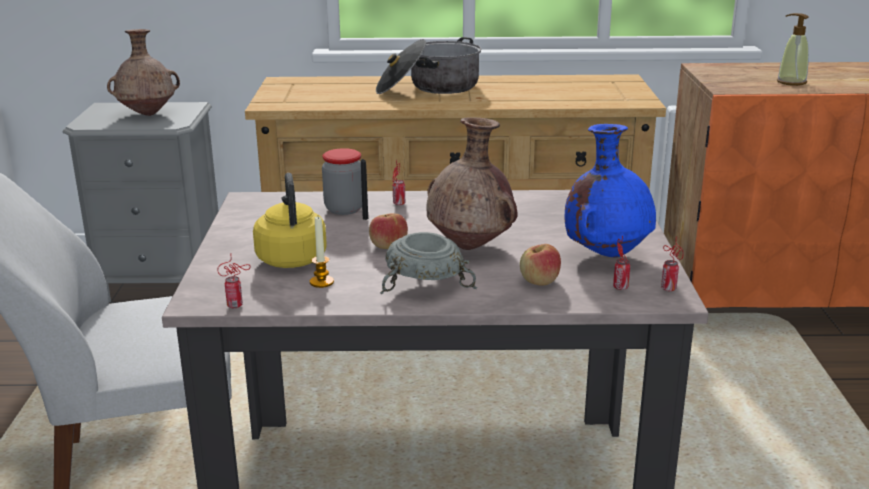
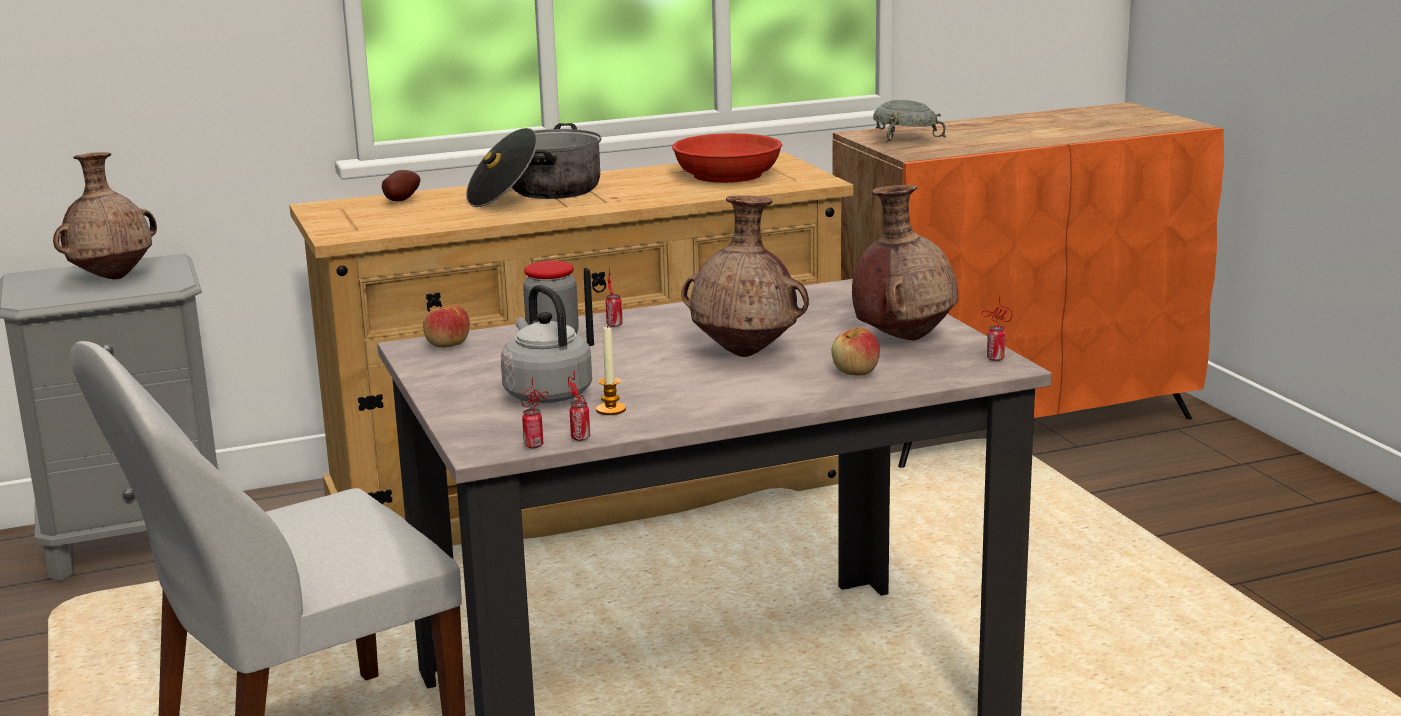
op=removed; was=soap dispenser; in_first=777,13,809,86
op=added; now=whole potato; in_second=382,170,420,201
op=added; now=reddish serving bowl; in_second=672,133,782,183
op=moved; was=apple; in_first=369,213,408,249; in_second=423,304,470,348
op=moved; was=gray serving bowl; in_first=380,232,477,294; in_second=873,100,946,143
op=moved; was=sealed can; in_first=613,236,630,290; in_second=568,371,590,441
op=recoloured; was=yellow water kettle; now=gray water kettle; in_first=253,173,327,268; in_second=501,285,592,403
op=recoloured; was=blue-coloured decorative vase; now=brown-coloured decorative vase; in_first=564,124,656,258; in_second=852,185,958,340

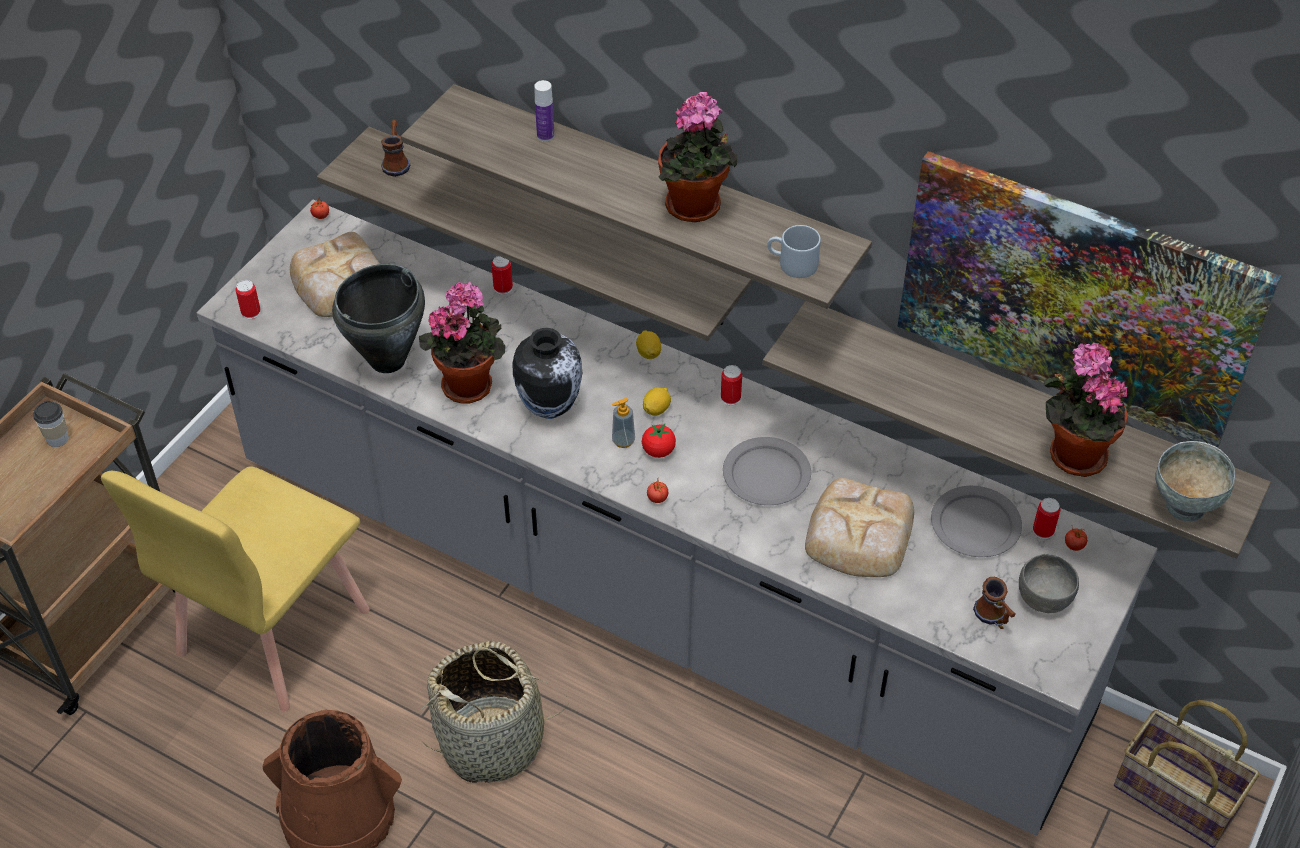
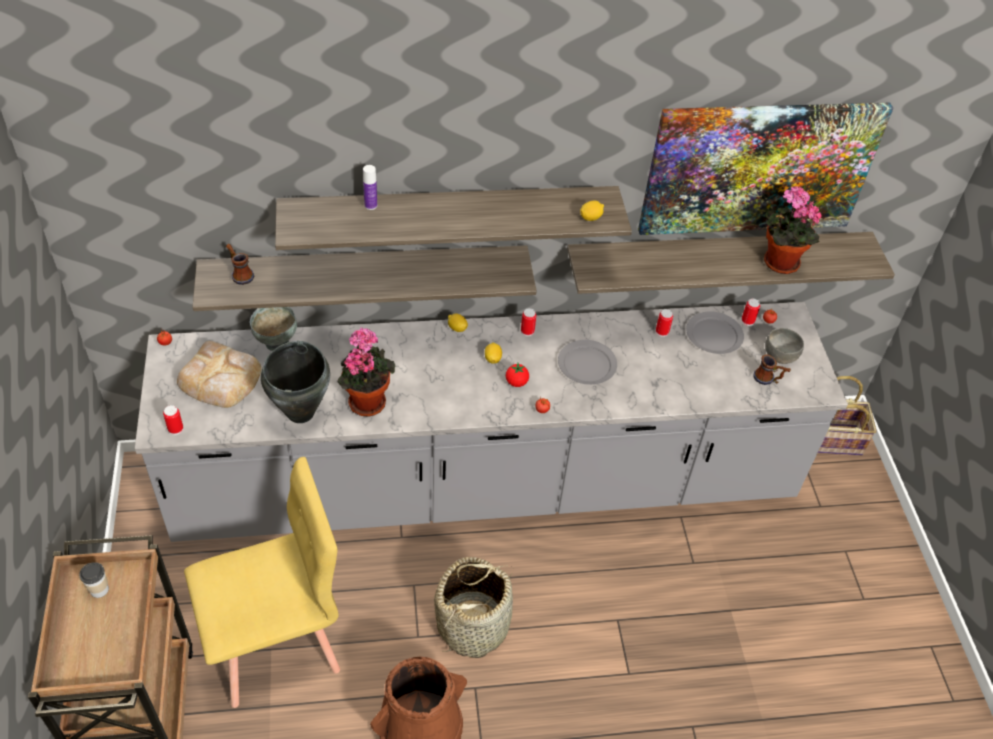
op=removed; was=decorative vase; in_first=512,328,582,419
op=removed; was=soap dispenser; in_first=612,398,635,448
op=removed; was=plant in a pot; in_first=658,91,737,223
op=removed; was=bakery bread; in_first=805,478,914,577
op=moved; was=sealed can; in_first=491,256,513,295; in_second=656,309,673,337
op=moved; was=gray serving bowl; in_first=1155,441,1235,522; in_second=250,307,297,351
op=replaced; was=gray mug; now=citrus fruit; in_first=767,225,821,278; in_second=580,200,604,221
op=turned; was=yellow upright chair; in_first=101,466,370,711; in_second=184,457,340,708; clockwise=-105

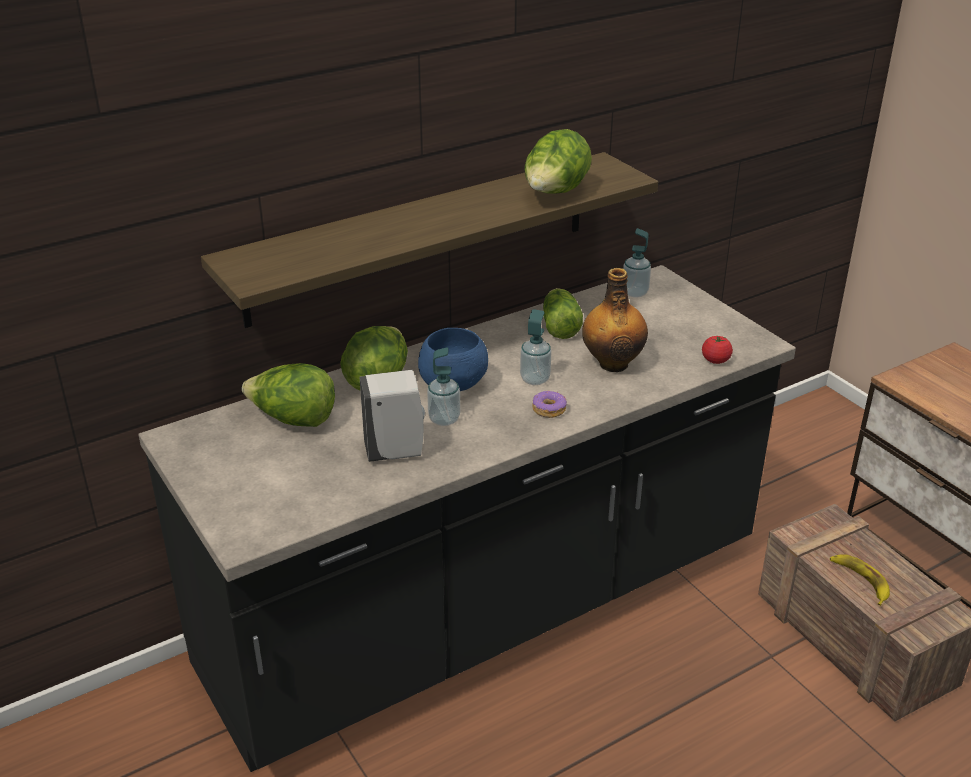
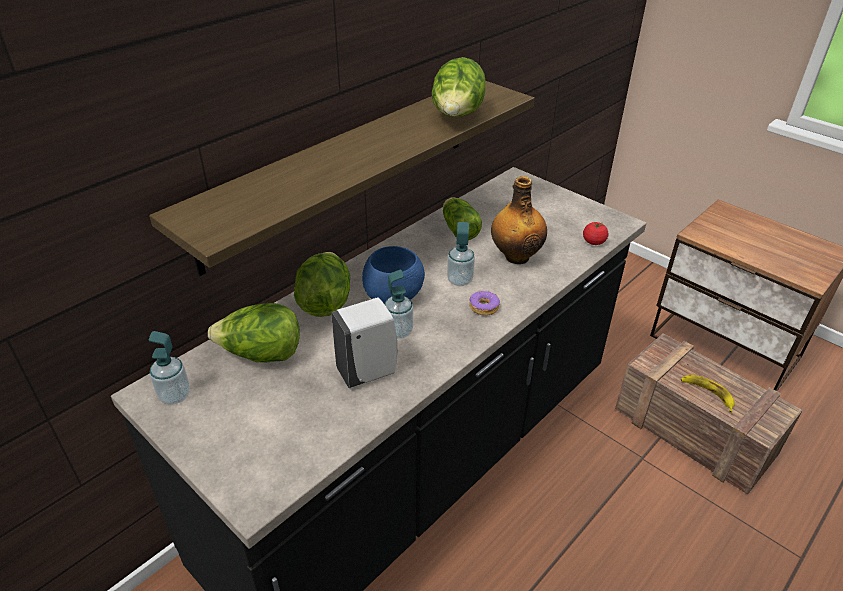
op=moved; was=soap dispenser; in_first=623,228,651,297; in_second=149,331,190,405

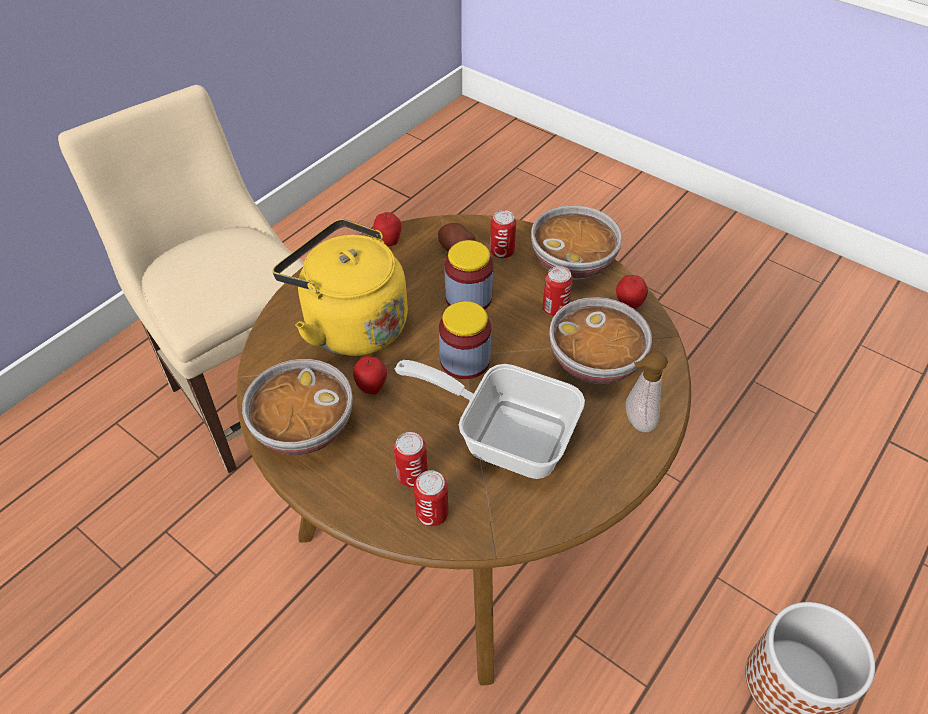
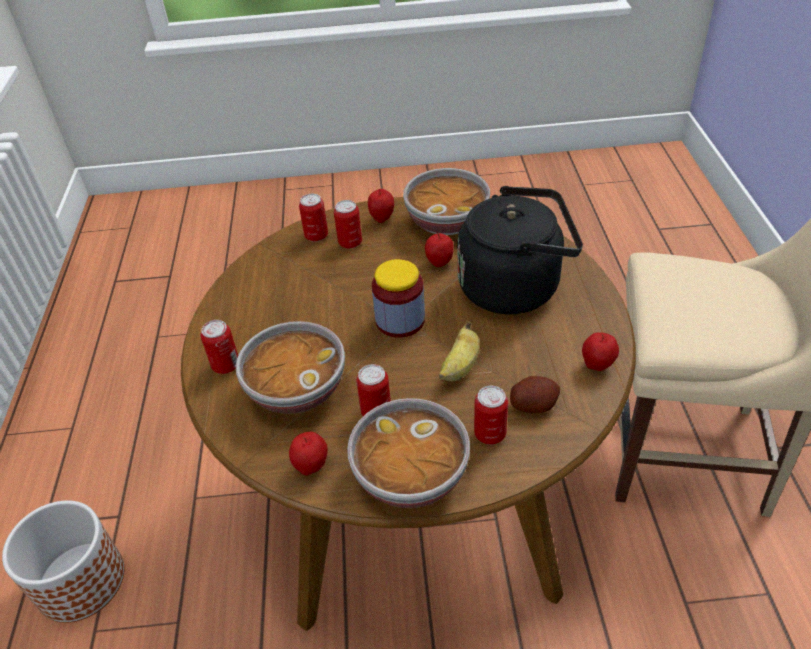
op=removed; was=skillet; in_first=395,360,585,479
op=added; now=apple; in_second=368,189,394,223
op=replaced; was=preserve jar; now=banana; in_first=445,240,493,309; in_second=439,321,480,381
op=replaced; was=soap dispenser; now=sealed can; in_first=626,351,668,432; in_second=201,320,238,374
op=recoloured; was=yellow water kettle; now=blackish water kettle; in_first=273,219,408,356; in_second=457,186,583,314

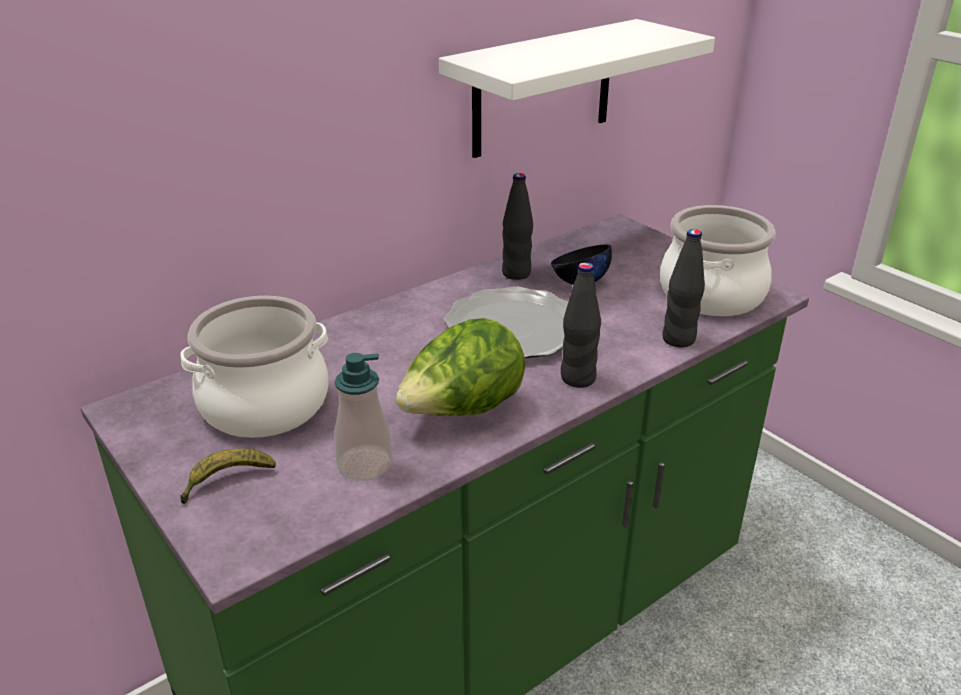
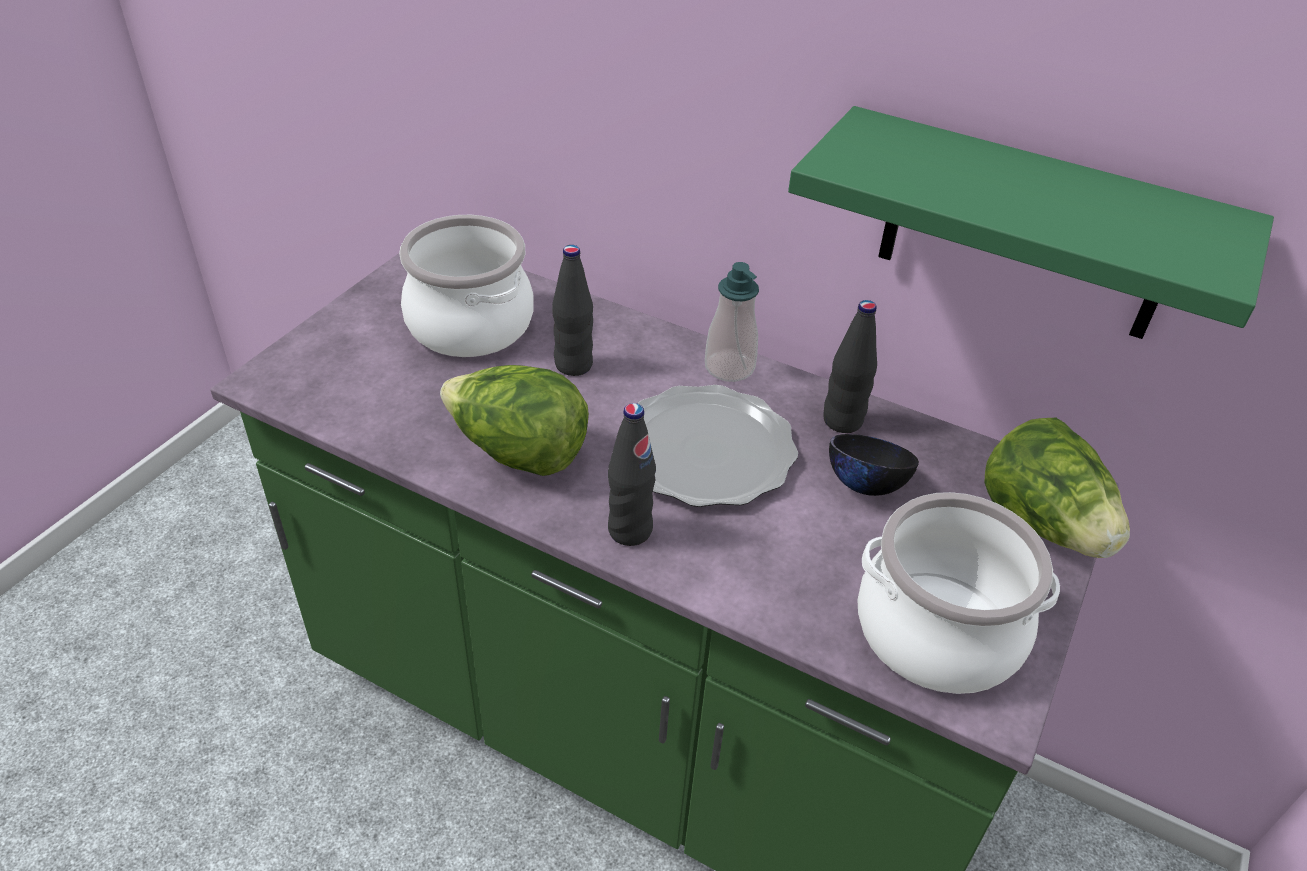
op=removed; was=banana; in_first=180,449,276,504
op=added; now=lettuce; in_second=984,418,1130,558
op=moved; was=soap dispenser; in_first=334,353,392,481; in_second=705,262,759,382
op=moved; was=blackish bottle; in_first=662,229,705,348; in_second=552,245,593,376
op=recoloured; was=whitish wall shelf; now=green-coloured wall shelf; in_first=439,19,715,158; in_second=788,106,1274,339

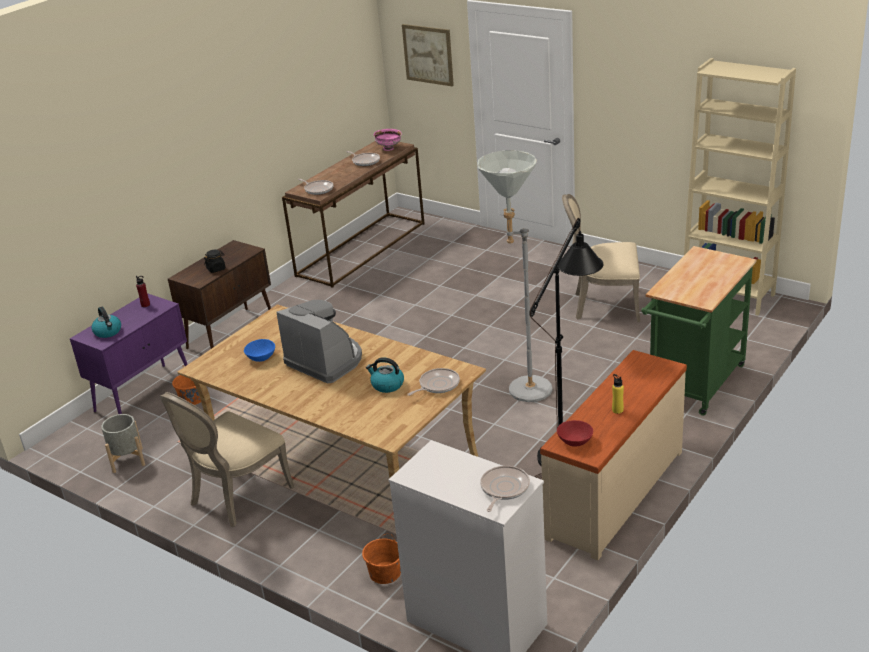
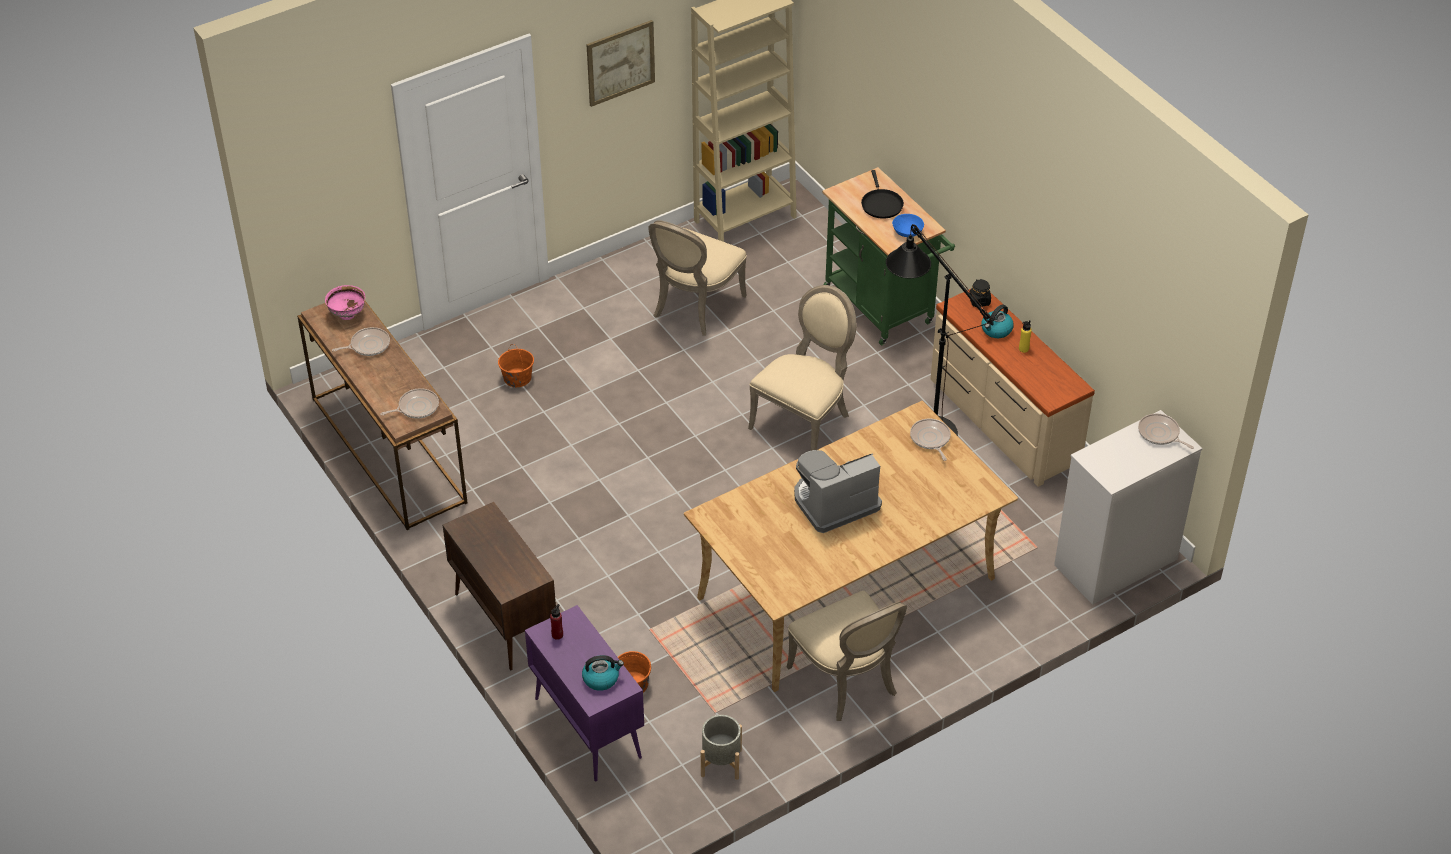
op=removed; was=reddish serving bowl; in_first=557,420,593,446
op=added; now=blackish skillet; in_second=861,170,904,219
op=moved; was=blackish preserve jar; in_first=204,250,226,273; in_second=969,279,991,307
op=moved; was=blue-coloured serving bowl; in_first=244,339,275,362; in_second=892,214,924,237
op=moved; was=orangey water bucket; in_first=362,534,401,584; in_second=498,344,534,387
op=moved; was=water kettle; in_first=366,357,404,393; in_second=982,304,1014,338
op=moved; was=picture; in_first=402,24,454,87; in_second=586,20,655,107
op=replaced; was=gray standing lamp; now=sand-coloured upright chair; in_first=477,150,553,402; in_second=748,285,856,451

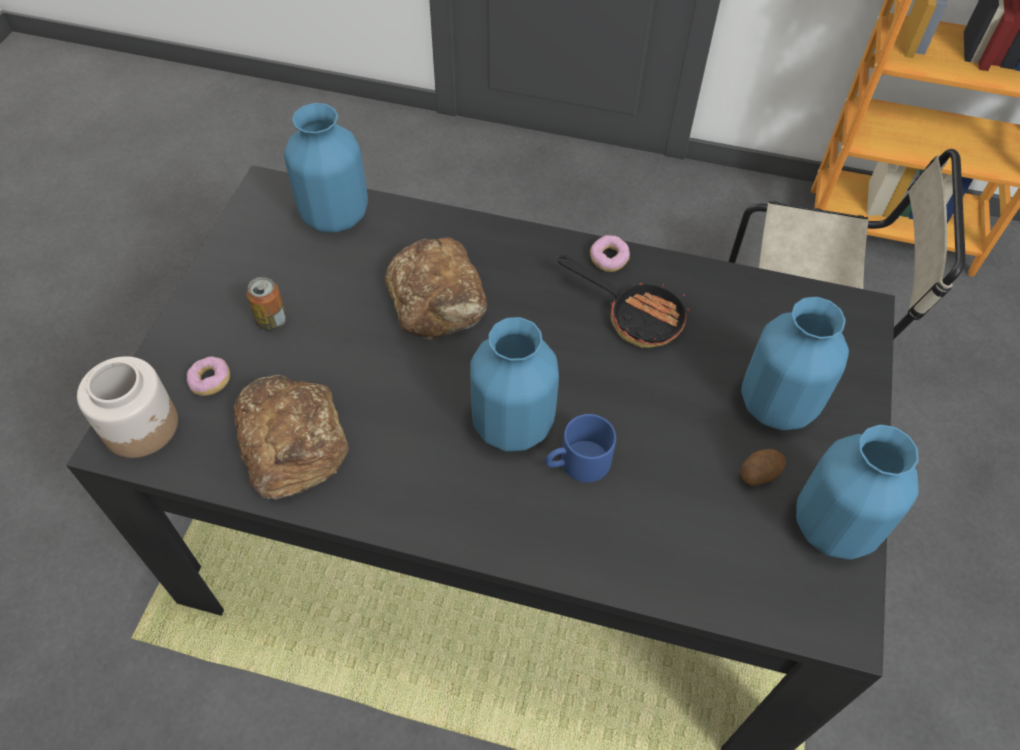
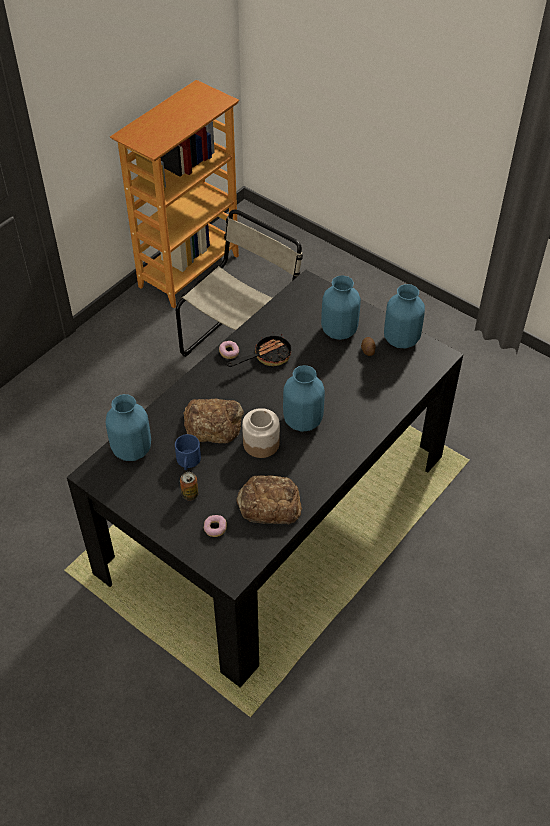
op=moved; was=preserve jar; in_first=77,356,178,458; in_second=242,408,280,458
op=moved; was=blue-coloured mug; in_first=545,414,616,483; in_second=175,434,201,470

